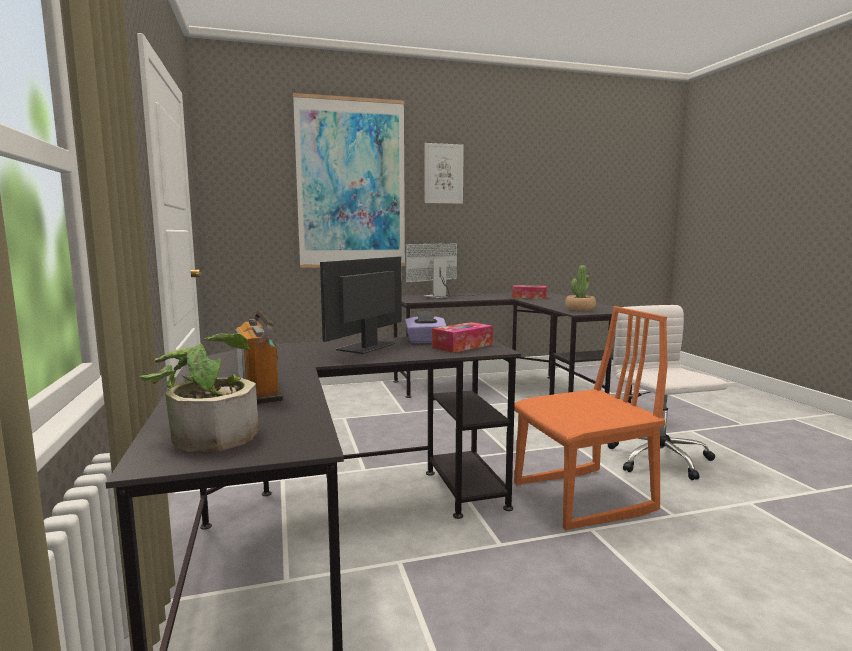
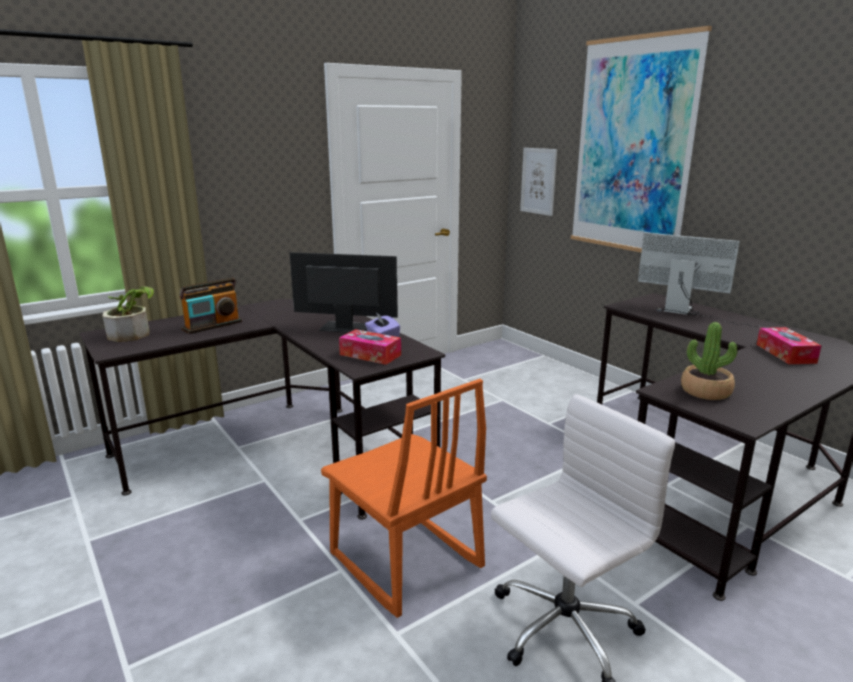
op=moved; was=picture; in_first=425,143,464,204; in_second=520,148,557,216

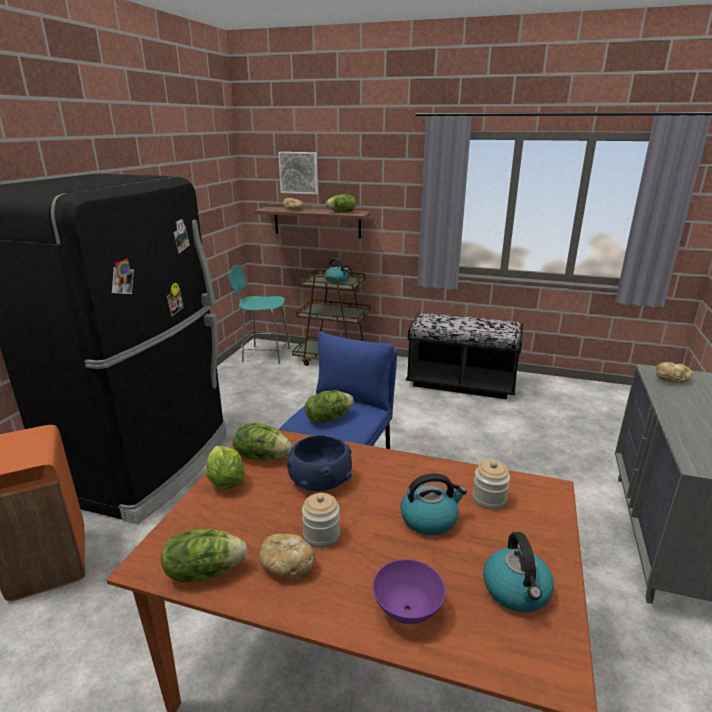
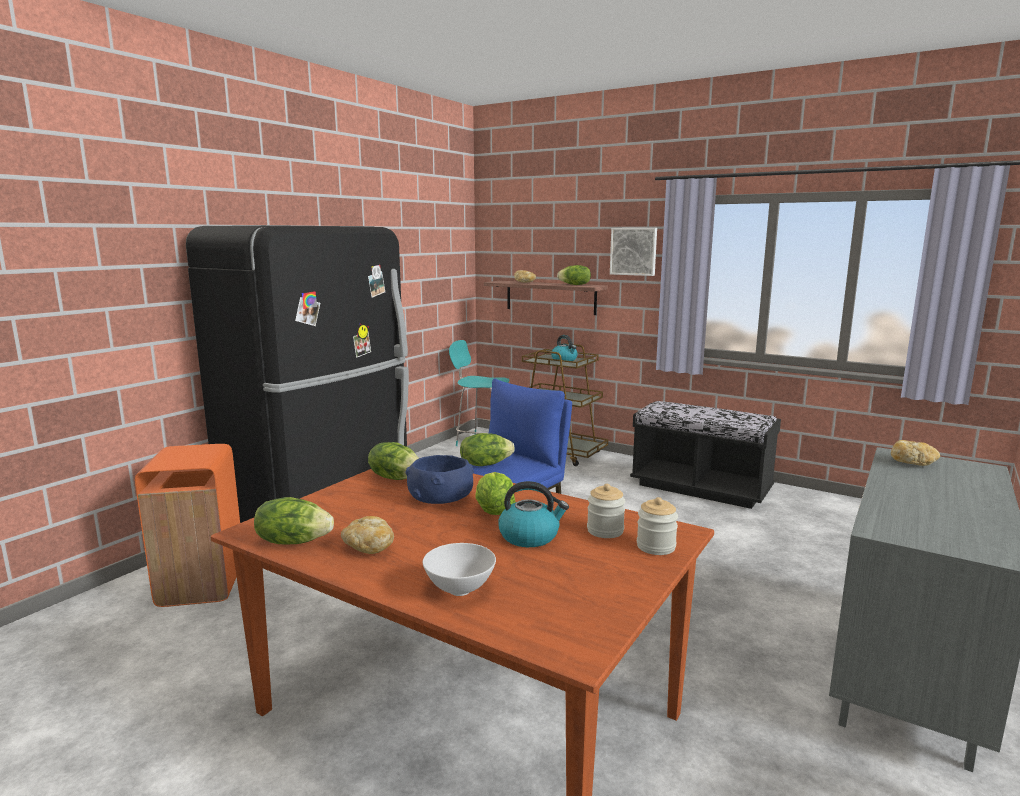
op=removed; was=water kettle; in_first=483,532,554,612
op=moved; was=lettuce; in_first=206,446,245,489; in_second=475,472,516,515
op=moved; was=picture; in_first=278,152,318,194; in_second=610,228,657,276
op=moved; was=preserve jar; in_first=302,493,340,548; in_second=637,497,678,555
op=recoloured; was=purplish serving bowl; now=whitish serving bowl; in_first=373,559,446,624; in_second=423,543,496,596

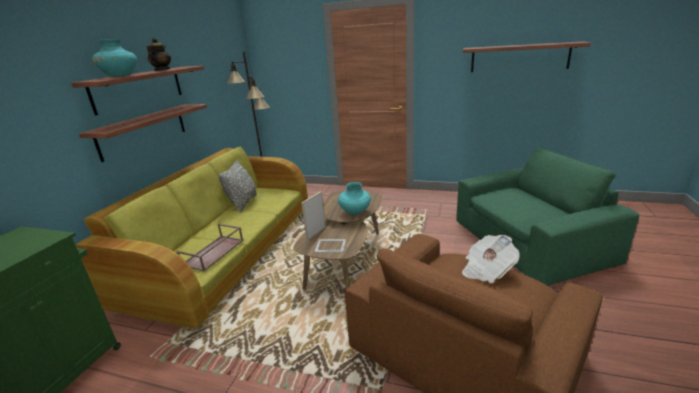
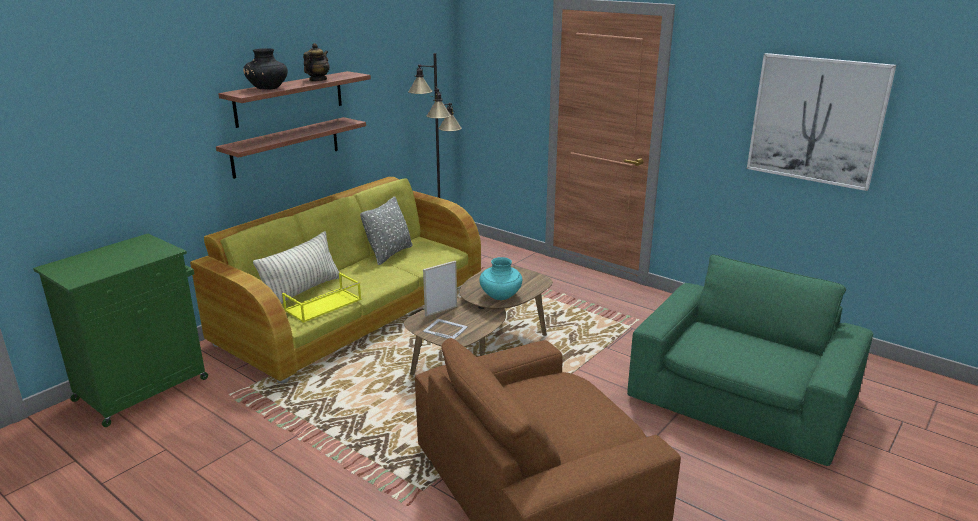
op=removed; was=daily paper; in_first=462,235,520,283
op=added; now=throw pillow; in_second=253,231,340,304
op=replaced; was=wall shelf; now=picture; in_first=463,41,591,72; in_second=747,53,896,191
op=recoloured; was=turquoise-coloured decorative vase; now=blackish decorative vase; in_first=92,39,137,77; in_second=243,48,288,90
op=recoloured; was=brown-coloured serving tray; now=yellow serving tray; in_first=176,223,243,272; in_second=282,273,362,323
op=turned; was=green-coloured armchair; in_first=456,146,639,286; in_second=627,255,873,466; clockwise=-60

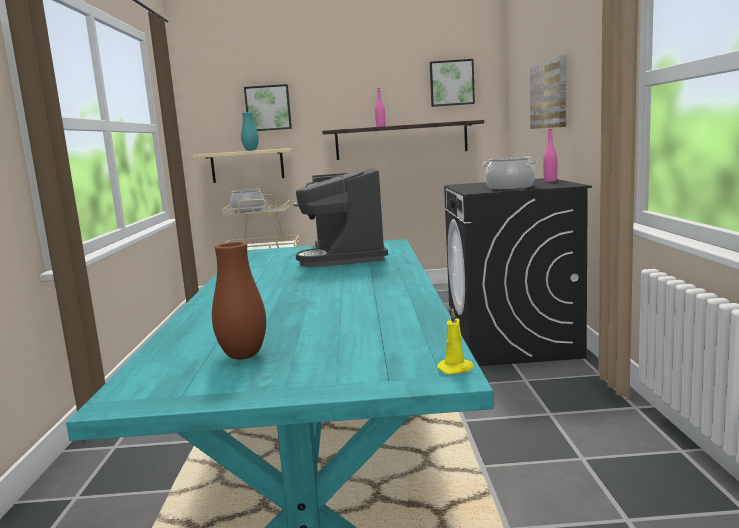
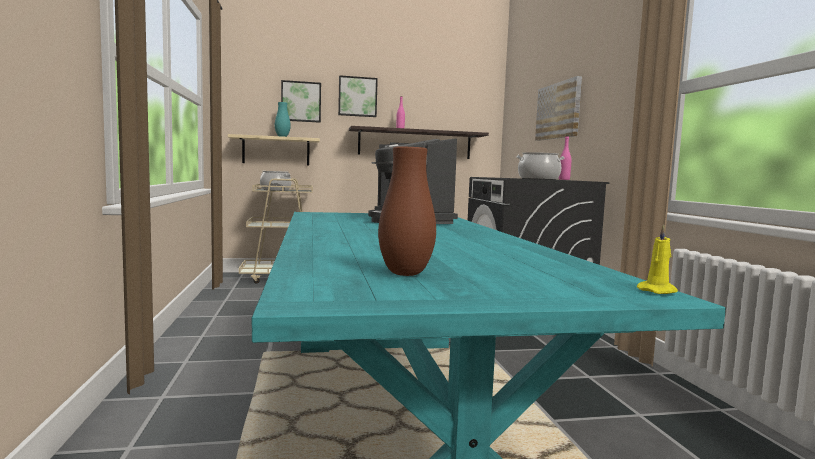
op=moved; was=picture; in_first=429,59,475,107; in_second=338,75,378,117

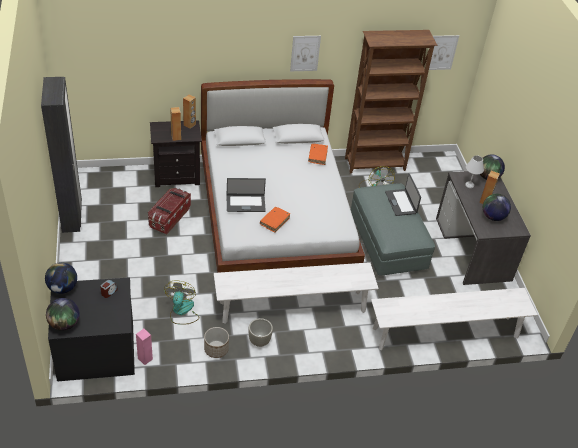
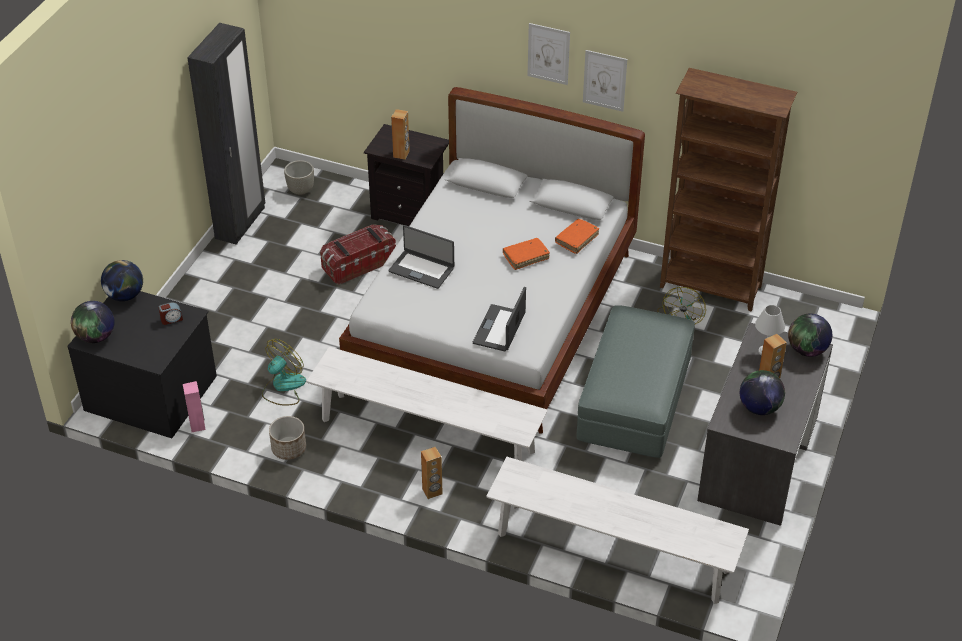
op=moved; was=brown-coloured loudspeaker; in_first=183,94,196,129; in_second=421,447,443,499
op=moved; was=gray flower pot; in_first=248,318,273,347; in_second=284,160,314,195
op=moved; was=orangey volume; in_first=260,207,290,233; in_second=503,238,550,270
op=moved; was=notebook computer; in_first=385,173,421,216; in_second=473,287,526,351
op=moved; was=picture; in_first=429,35,459,70; in_second=528,23,570,85

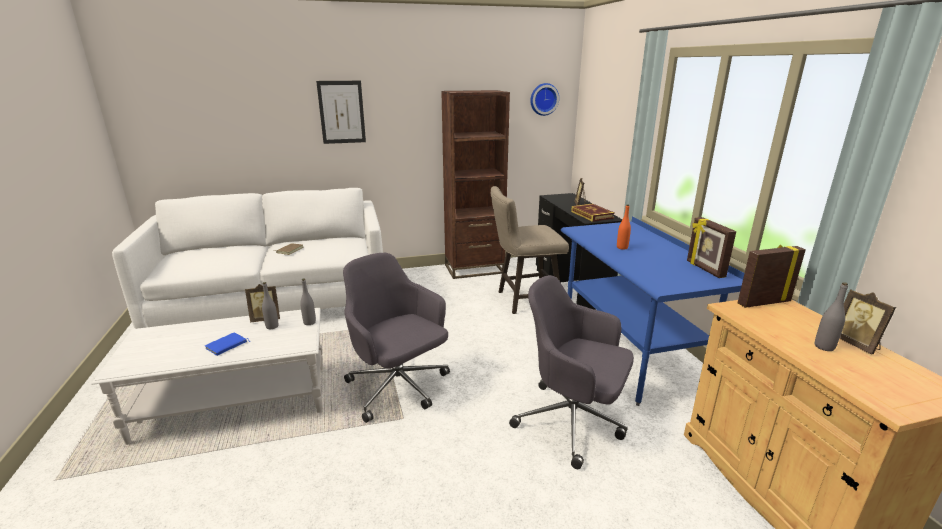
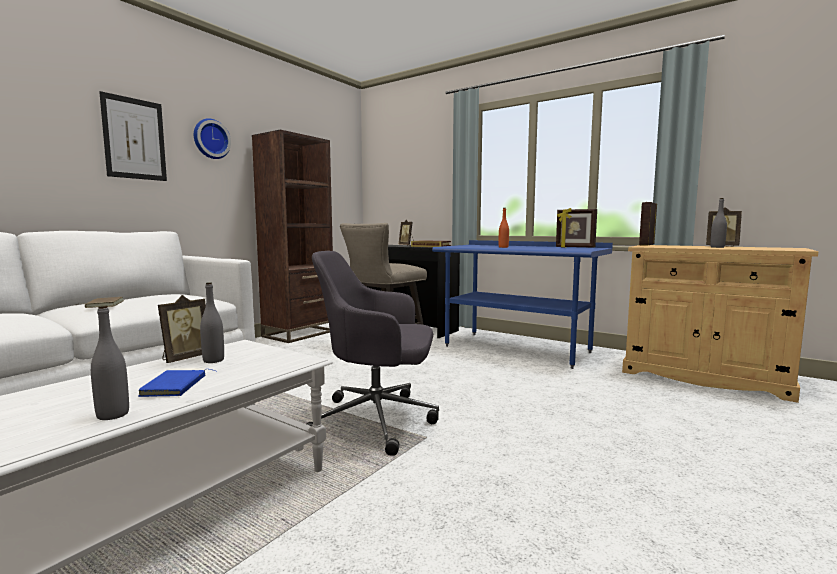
op=removed; was=gray desk chair; in_first=509,275,634,469
op=moved; was=gray bottle; in_first=300,279,316,325; in_second=91,305,129,420
op=moved; was=clock on the wall; in_first=530,83,559,116; in_second=194,118,231,159

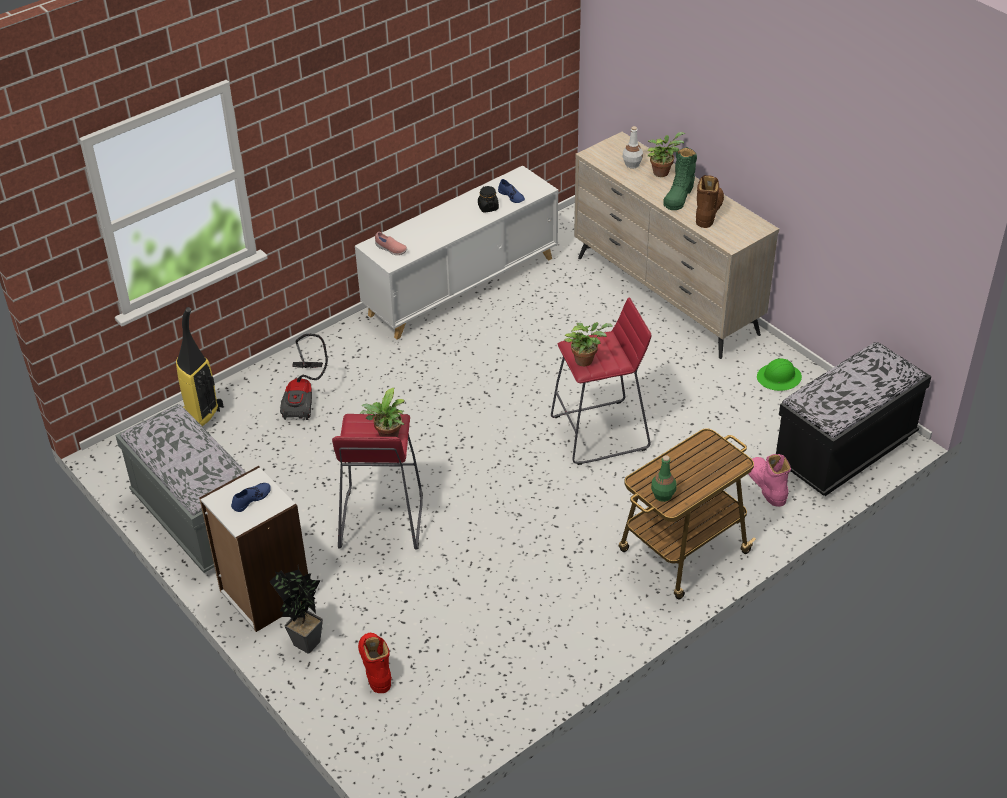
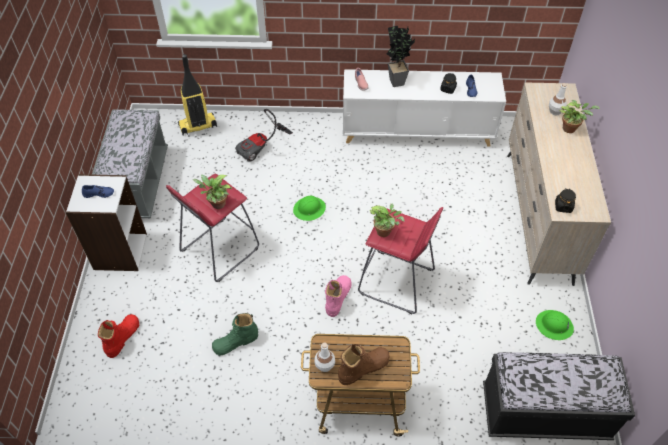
op=added; now=green-coloured work helmet; in_second=293,196,326,221
op=added; now=blackish preserve jar; in_second=555,188,576,213
op=moved; was=plant in a pot; in_first=270,566,323,653; in_second=387,26,415,87
op=moved; was=green-coloured boot; in_first=663,147,697,210; in_second=212,313,258,355
op=moved; was=brown-coloured boot; in_first=696,175,724,228; in_second=338,344,390,385
op=moved; was=pink-coloured boot; in_first=748,454,791,507; in_second=325,275,352,317
op=recoloured; was=green-coloured bottle; now=whitish bottle; in_first=651,455,676,502; in_second=314,342,335,372

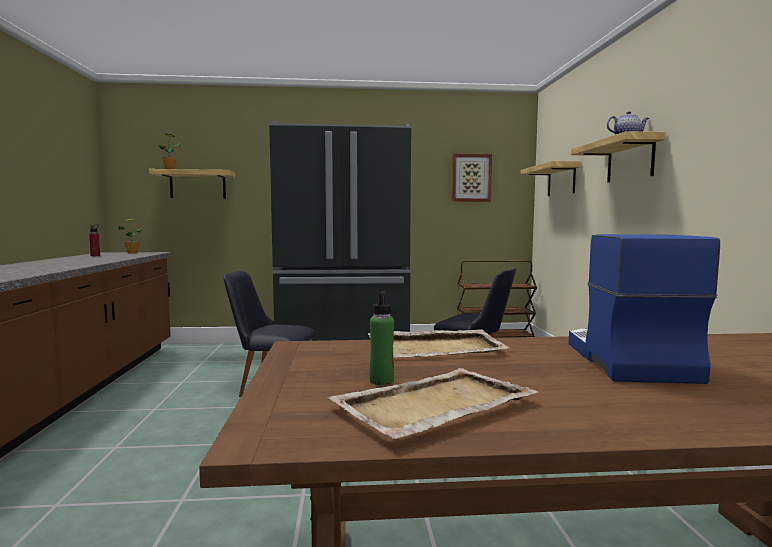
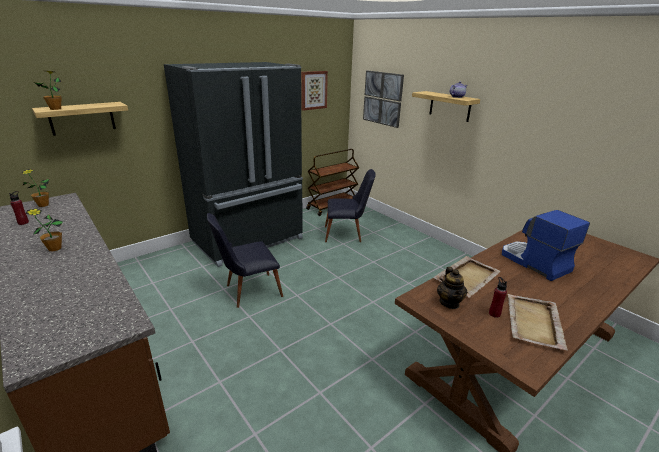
op=added; now=plant in a pot; in_second=26,208,63,252
op=added; now=tea pot; in_second=437,267,467,309
op=replaced; was=wall shelf; now=picture; in_first=520,161,581,196; in_second=363,70,404,128
op=recoloured; was=green-coloured bottle; now=reddish bottle; in_first=370,291,394,385; in_second=489,277,507,318

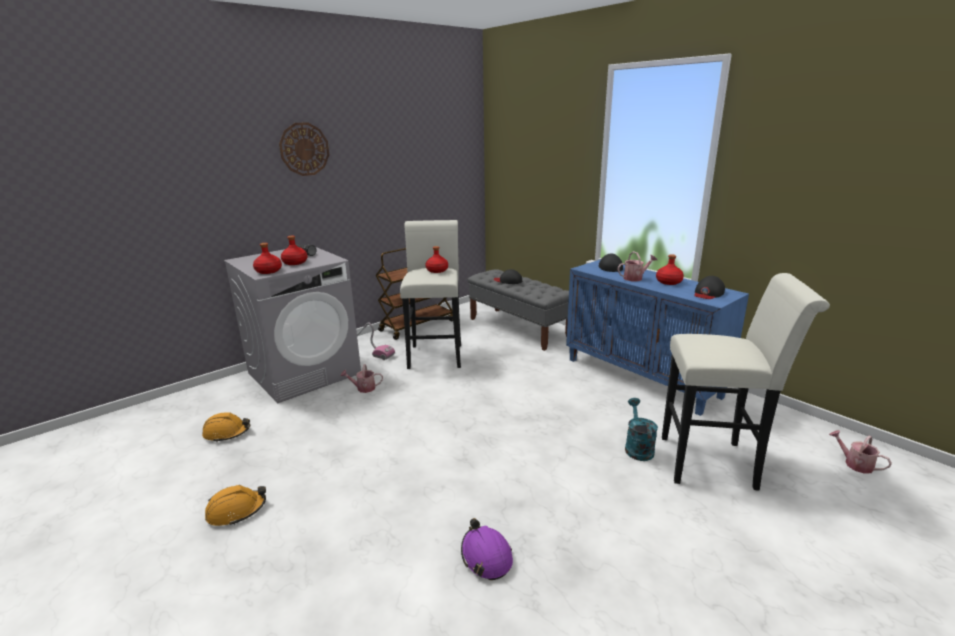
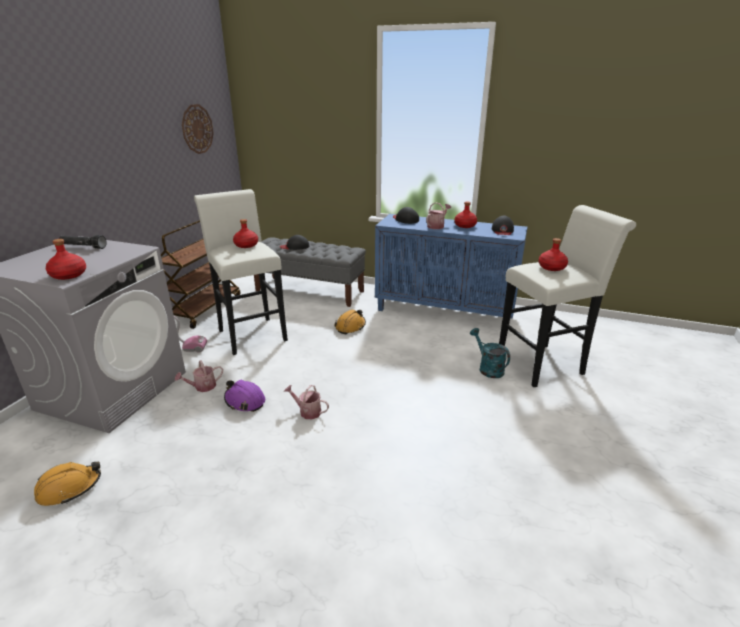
op=moved; was=orangey work helmet; in_first=205,485,266,526; in_second=334,310,366,334
op=moved; was=clock on the wall; in_first=279,122,329,176; in_second=182,104,214,154
op=moved; was=reddish bottle; in_first=281,236,308,265; in_second=538,238,568,271
op=moved; was=purplish work helmet; in_first=461,518,513,580; in_second=224,380,265,412
op=moved; was=watering pot; in_first=829,430,892,473; in_second=284,385,329,419

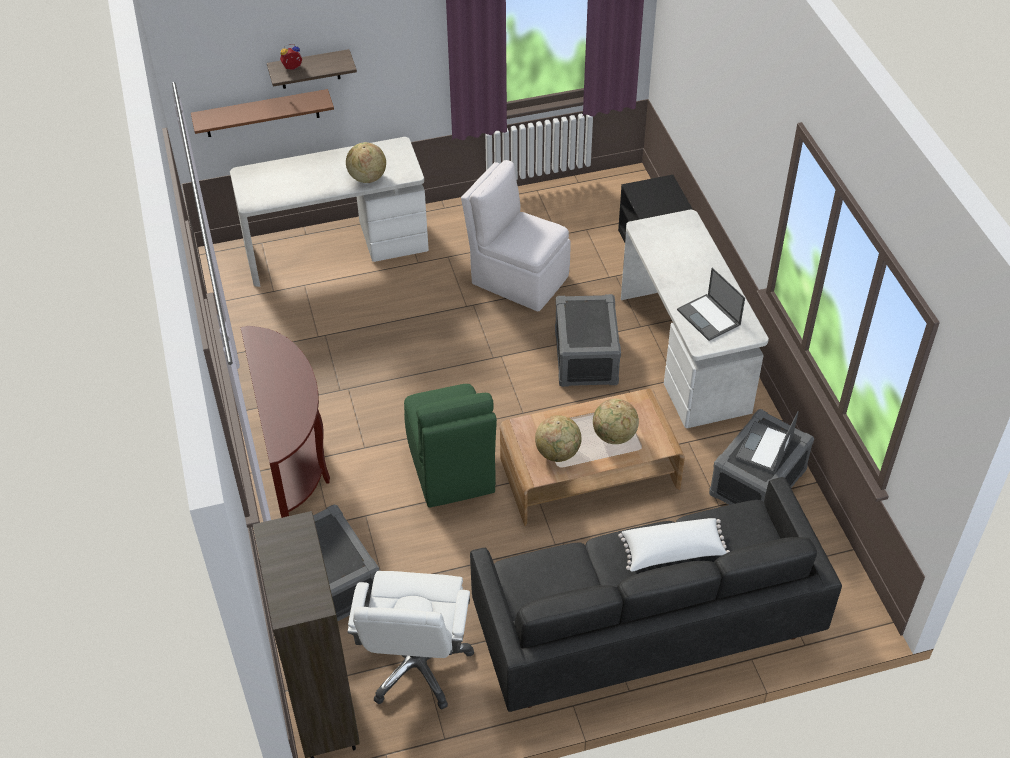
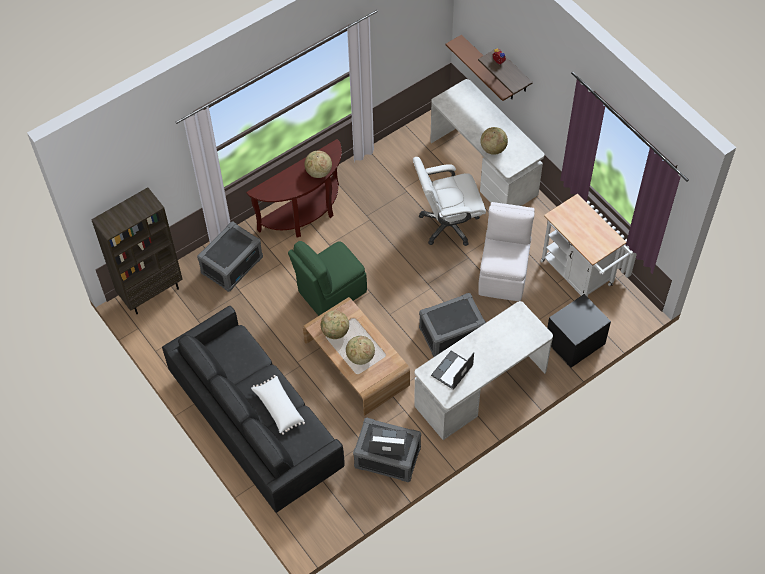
op=added; now=globe; in_second=304,151,332,178
op=added; now=whitish cart; in_second=540,194,633,297
op=moved; was=whitish desk chair; in_first=347,571,474,709; in_second=413,157,486,246

